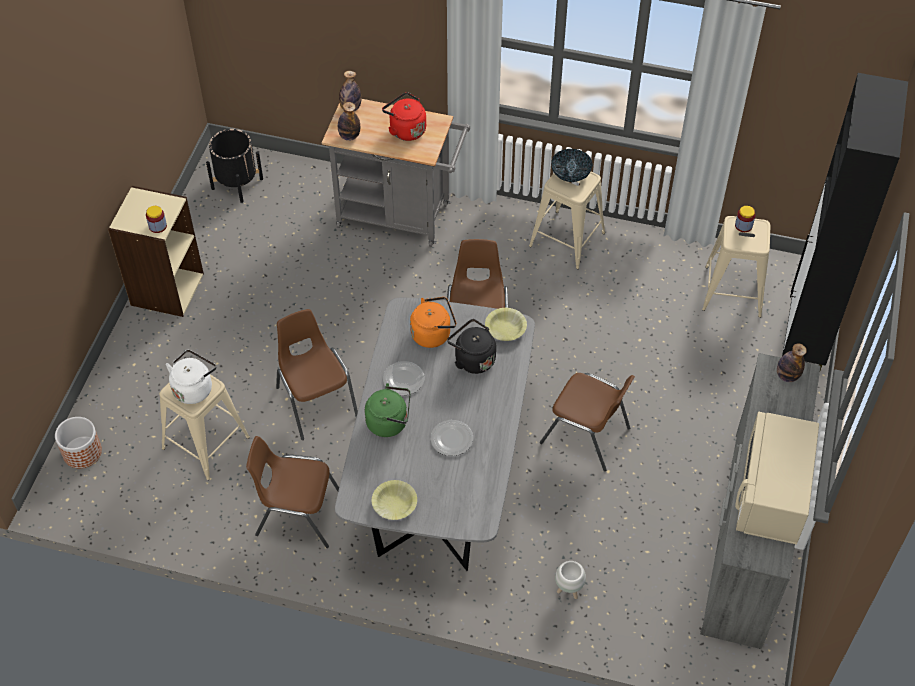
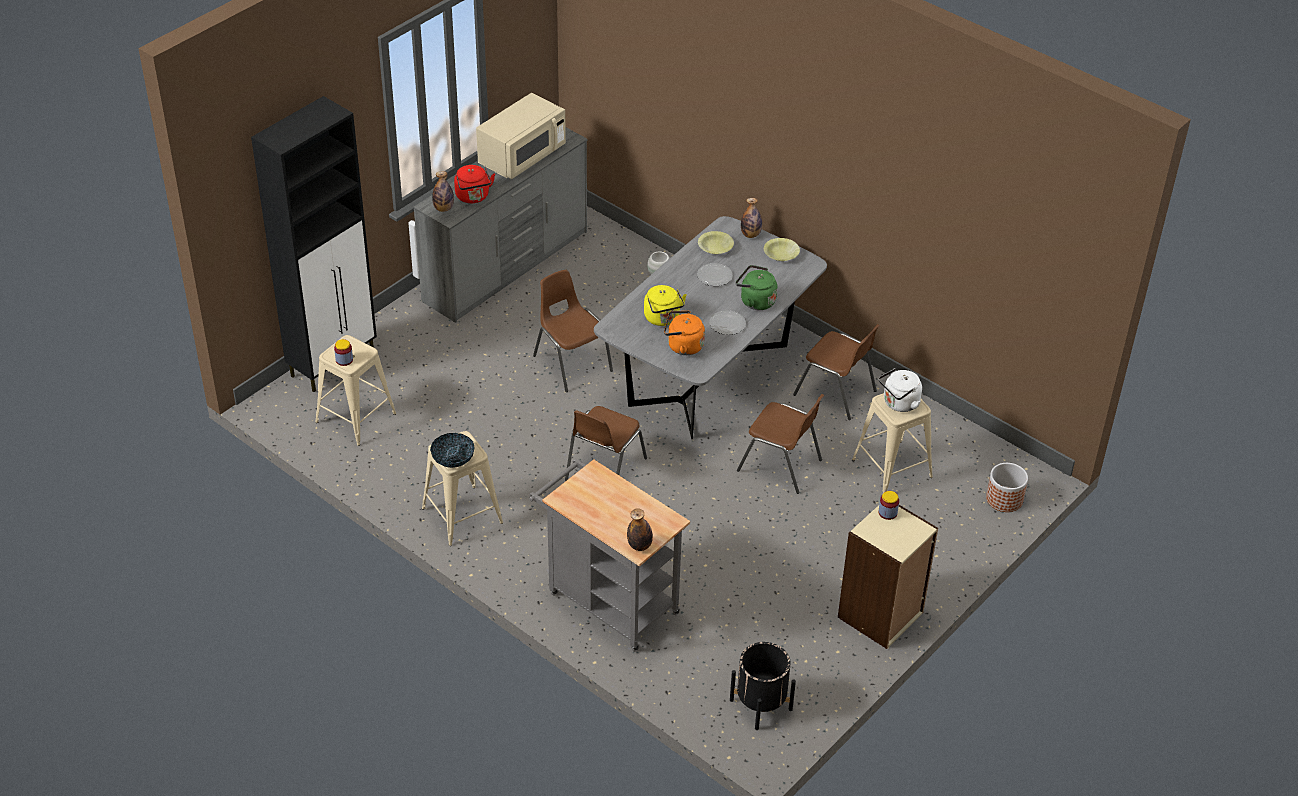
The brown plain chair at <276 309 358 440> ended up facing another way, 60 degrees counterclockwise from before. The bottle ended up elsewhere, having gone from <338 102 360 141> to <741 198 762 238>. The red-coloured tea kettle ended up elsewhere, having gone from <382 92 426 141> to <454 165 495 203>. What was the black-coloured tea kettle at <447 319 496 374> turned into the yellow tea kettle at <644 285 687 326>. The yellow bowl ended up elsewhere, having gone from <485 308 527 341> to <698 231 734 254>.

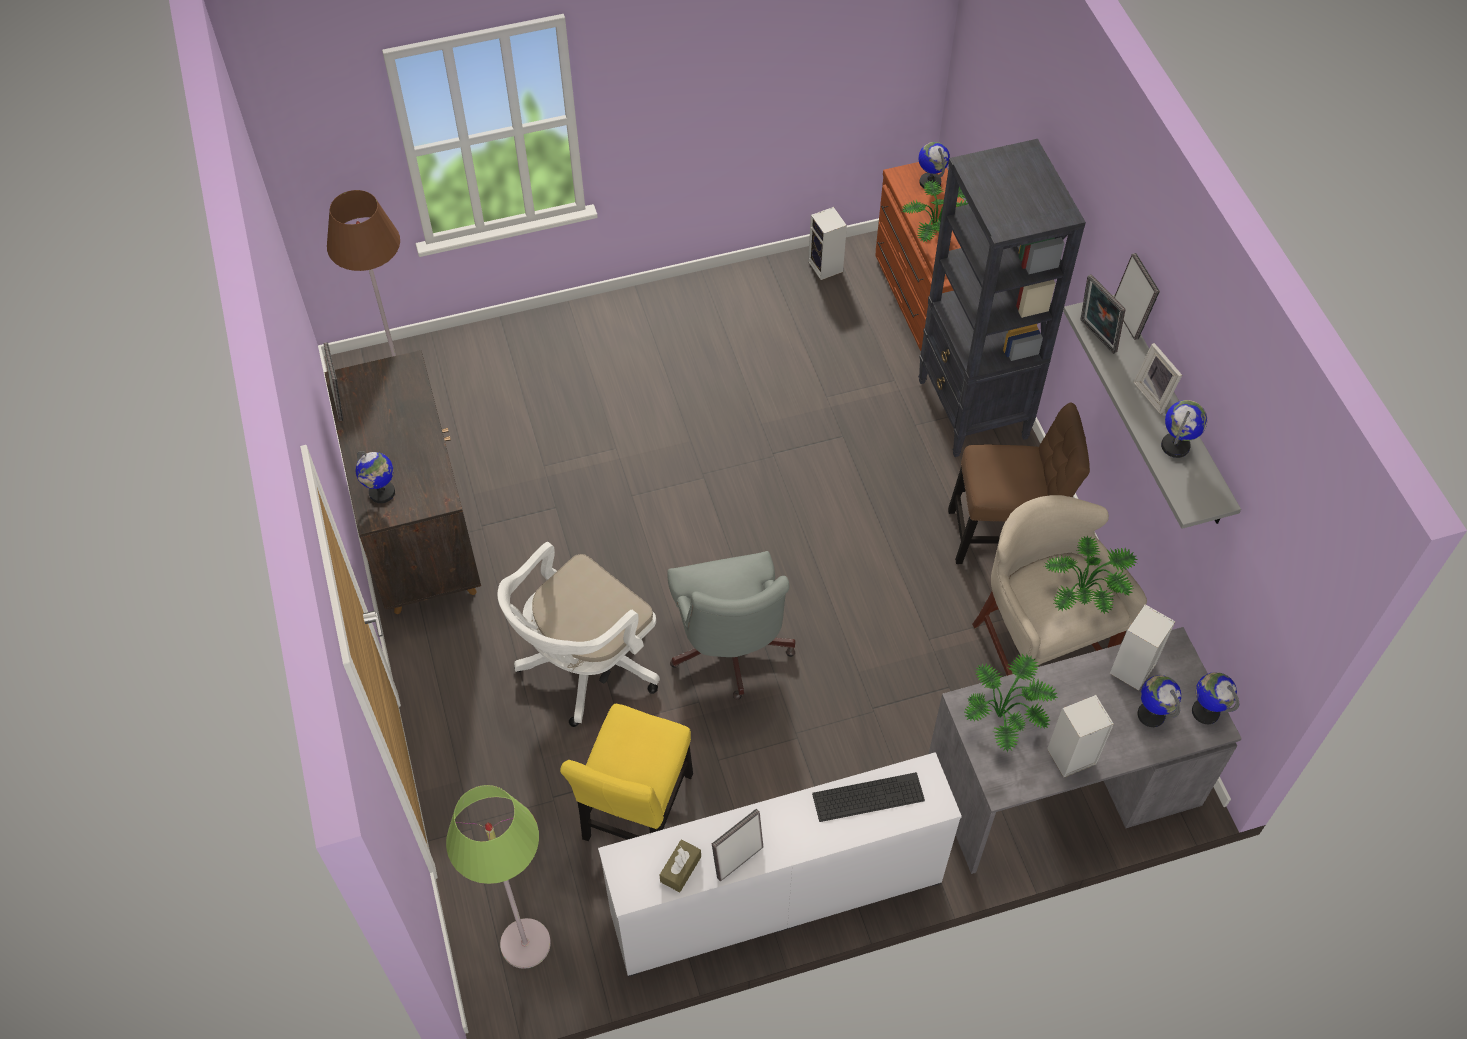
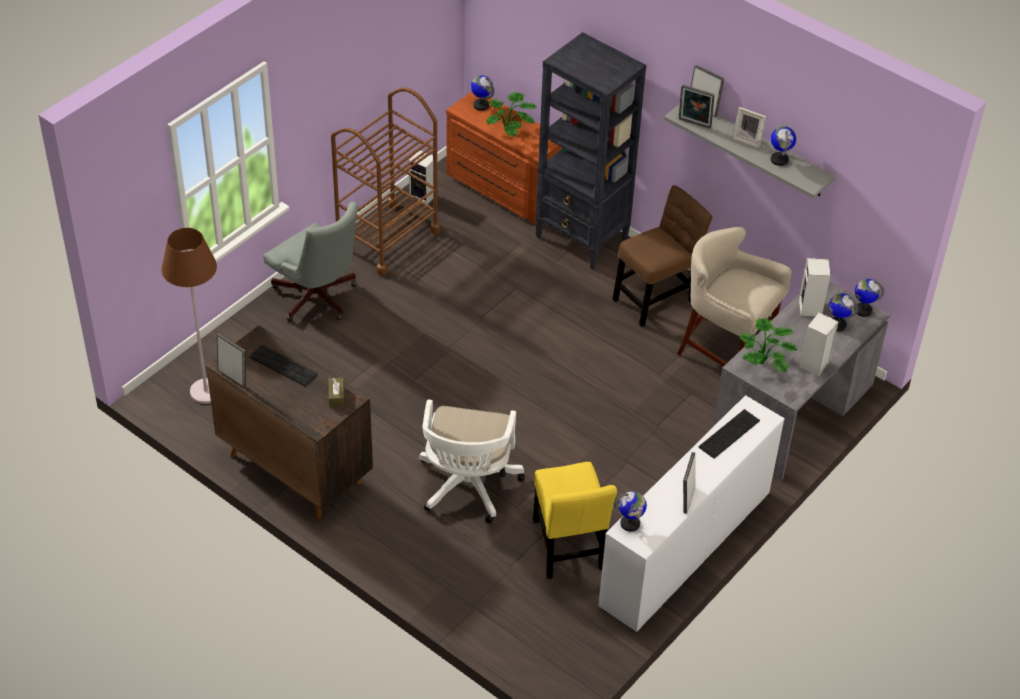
The globe ended up elsewhere, having gone from <356 451 395 503> to <614 491 647 532>. The second view lost the green-coloured standard lamp at <446 785 551 969>. The brown box of tissues ended up elsewhere, having gone from <660 839 701 892> to <329 378 344 407>. The gray desk chair ended up elsewhere, having gone from <667 551 795 700> to <263 201 359 321>. The second view lost the plant in a pot at <1044 535 1137 614>. The second view gained the computer keyboard at <249 345 318 387>. The second view gained the brown wheeled cart at <331 87 441 276>.

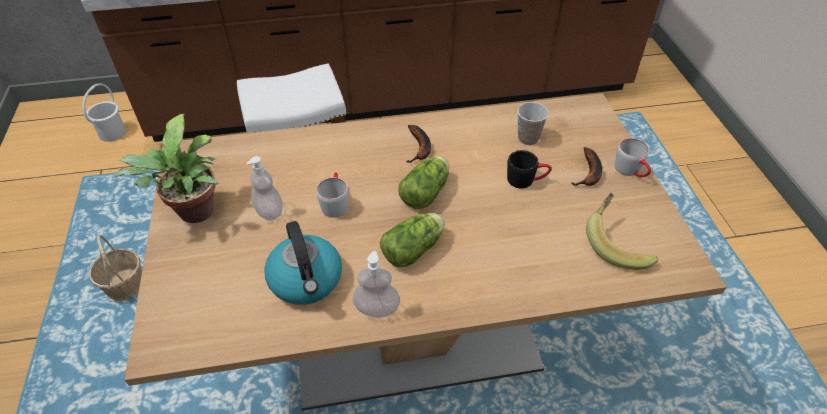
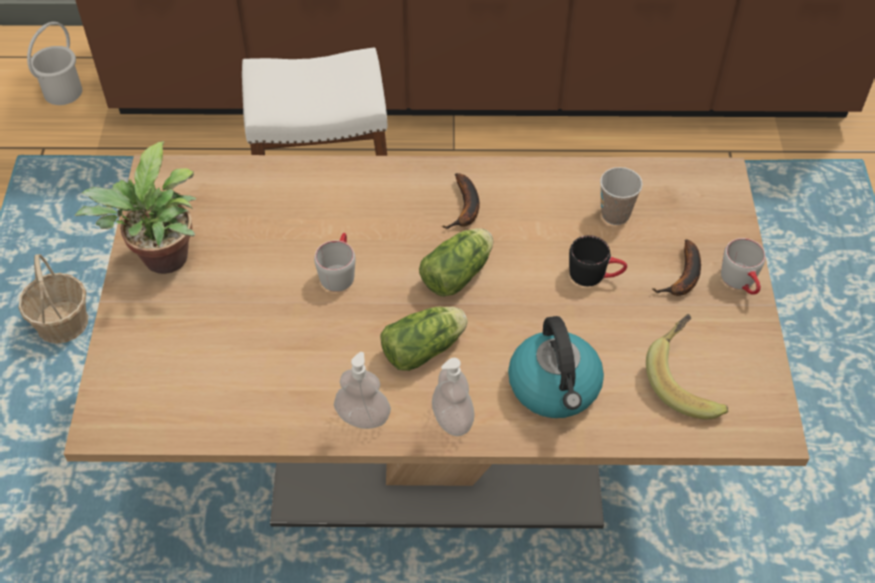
The liquid soap bottle ended up elsewhere, having gone from <247 156 283 220> to <432 358 475 436>. The tea kettle ended up elsewhere, having gone from <264 221 342 305> to <508 316 604 418>.

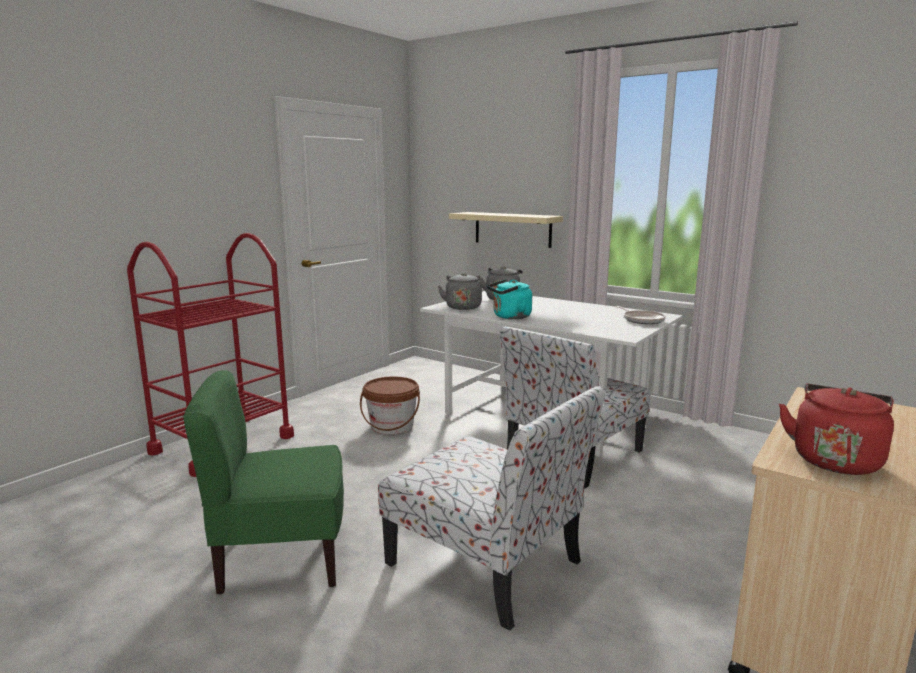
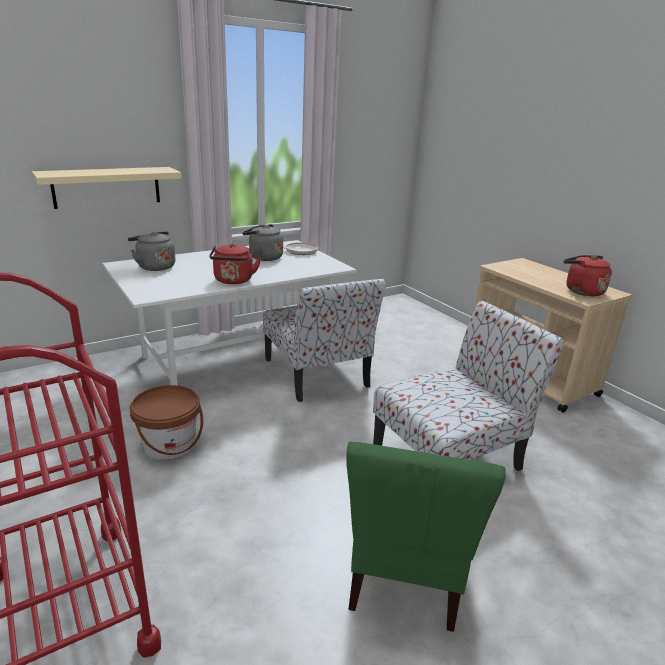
The gray tea kettle ended up elsewhere, having gone from <438 273 482 310> to <242 224 283 261>. What was the blue-green tea kettle at <487 280 532 319> turned into the red-coloured tea kettle at <209 243 261 284>.

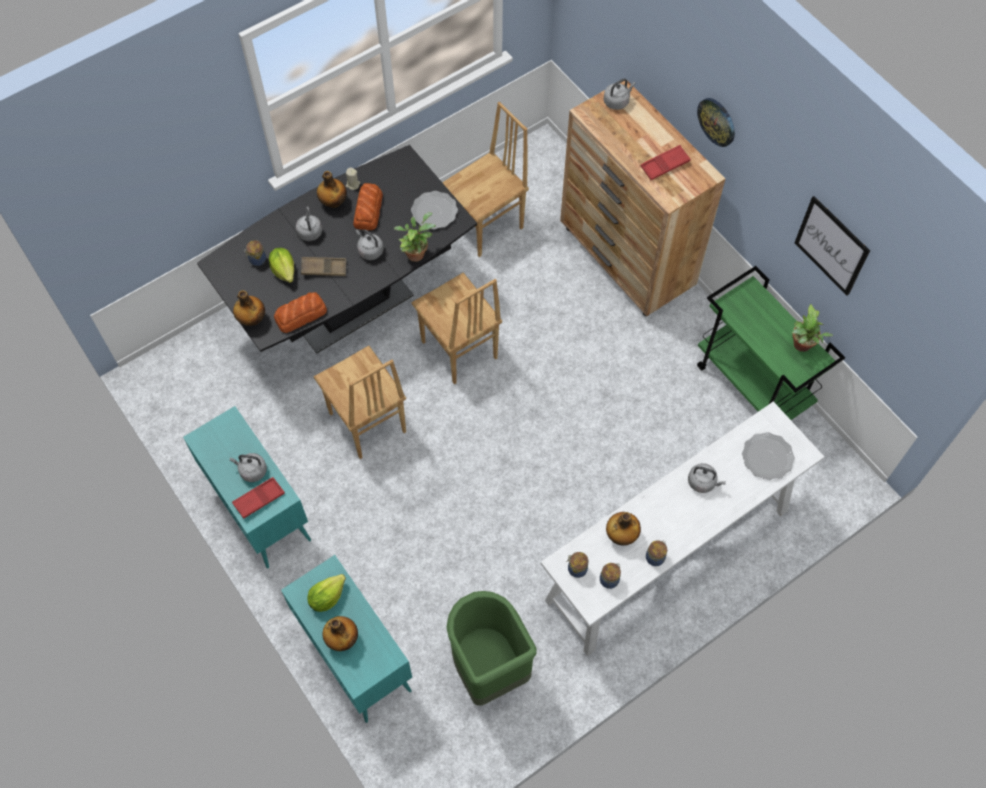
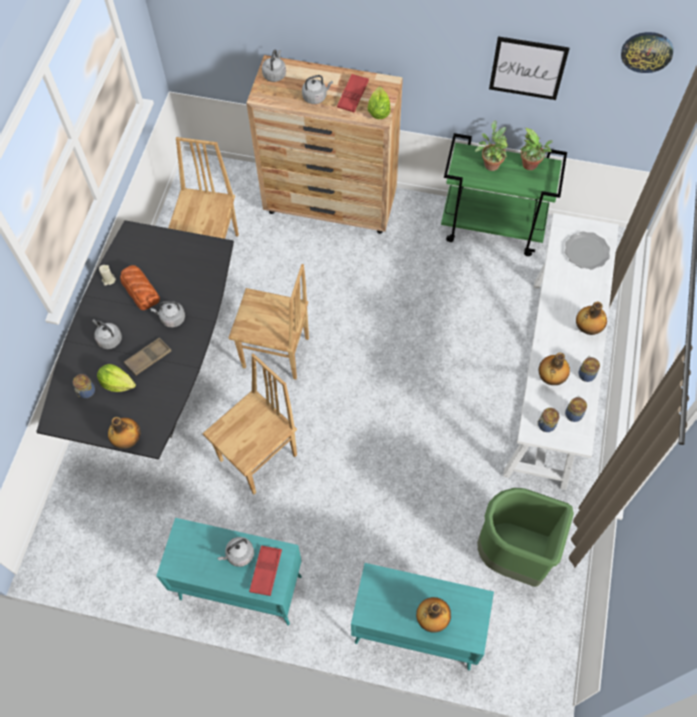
The second view lost the bakery bread at <274 292 327 333>. The lettuce head ended up elsewhere, having gone from <307 574 346 612> to <368 86 391 119>. The brown plain chair at <314 346 406 459> ended up facing another way, 60 degrees counterclockwise from before. The bottle ended up elsewhere, having gone from <317 171 347 208> to <576 302 607 335>. The plant in a pot ended up elsewhere, having gone from <394 212 436 262> to <475 120 508 171>. The second view lost the plate at <411 191 458 229>. The gray tea kettle ended up elsewhere, having gone from <688 463 726 493> to <302 75 333 104>. The wall clock ended up elsewhere, having gone from <697 98 735 147> to <621 32 673 73>.

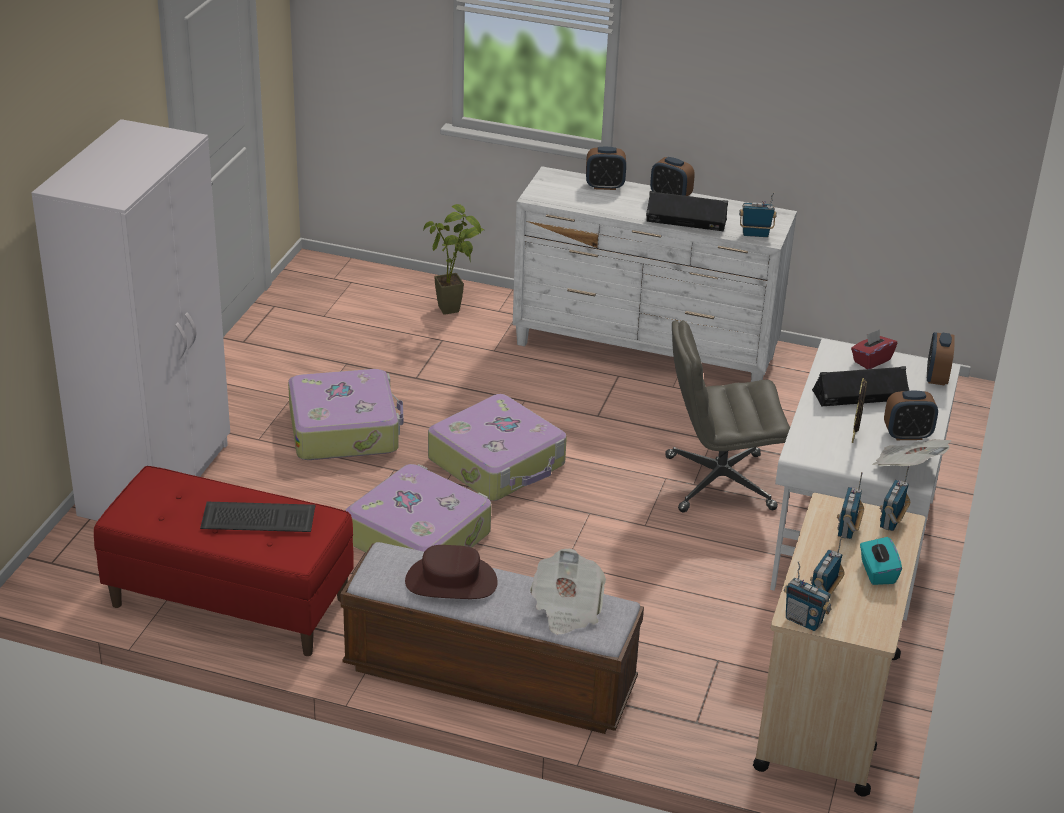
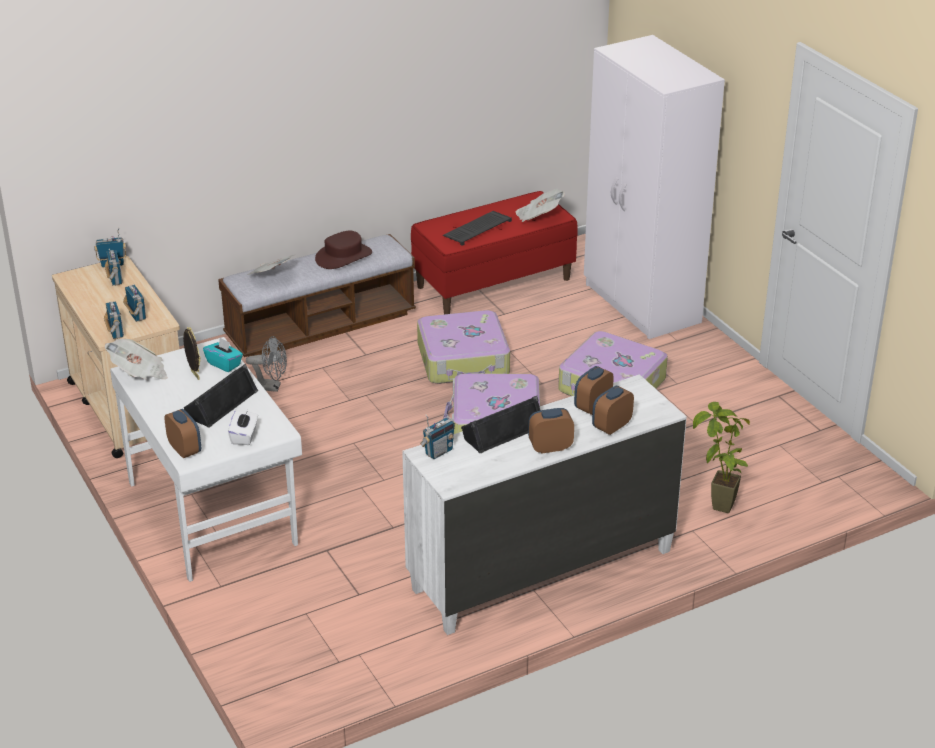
The second view lost the gray desk chair at <665 320 790 512>. What was the red-coloured box of tissues at <851 329 897 369> turned into the whitish box of tissues at <228 408 258 445>. The blue-green box of tissues ended up elsewhere, having gone from <860 537 902 585> to <203 338 243 372>. The bedside clock ended up elsewhere, having gone from <884 391 938 440> to <574 366 614 415>. The second view gained the gray fan at <246 336 287 392>. The second view gained the daily paper at <515 189 565 222>.

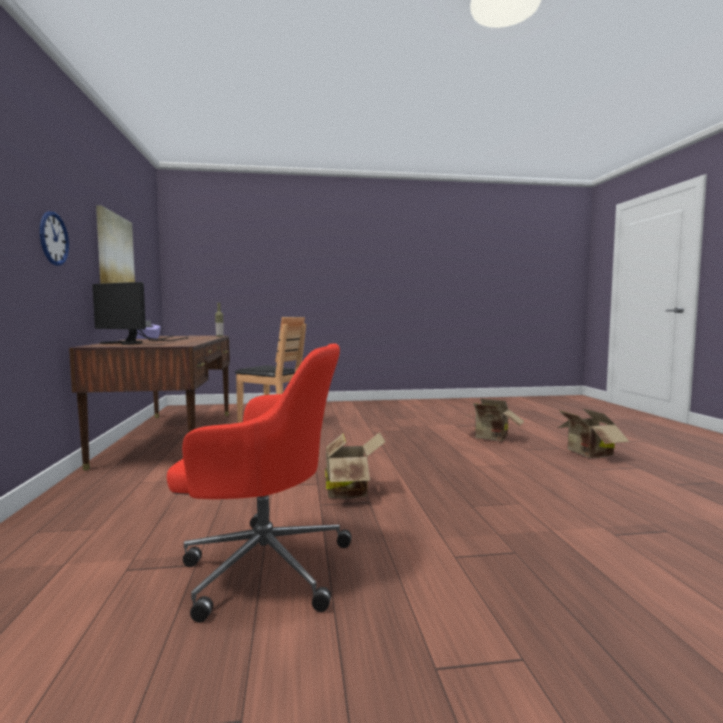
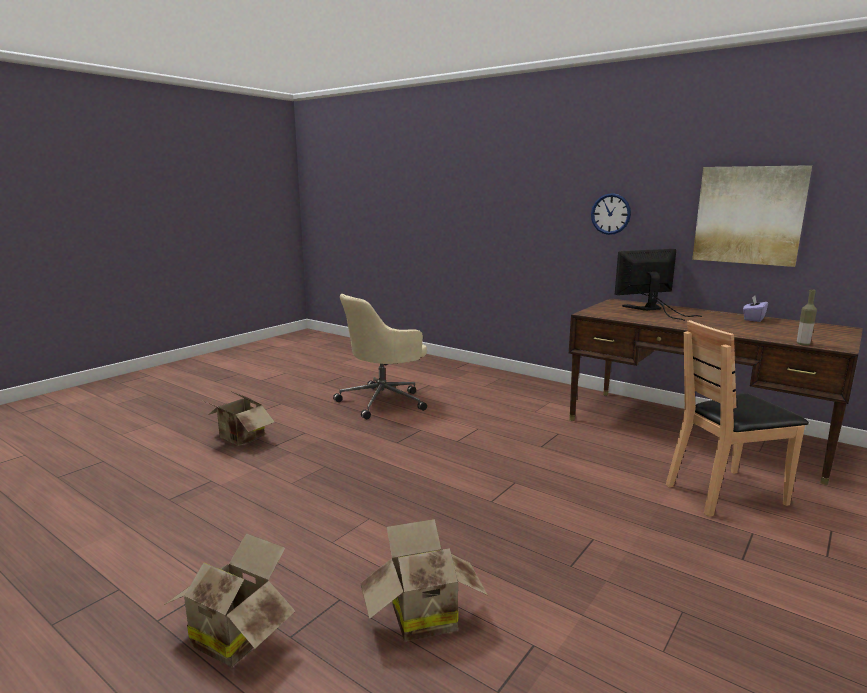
What was the red-coloured desk chair at <167 343 352 623> turned into the beige desk chair at <333 294 427 419>. The packing box ended up elsewhere, having gone from <325 432 386 499> to <206 392 275 446>.

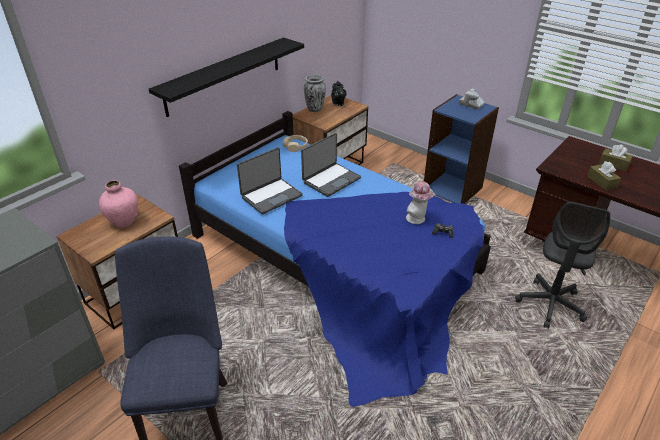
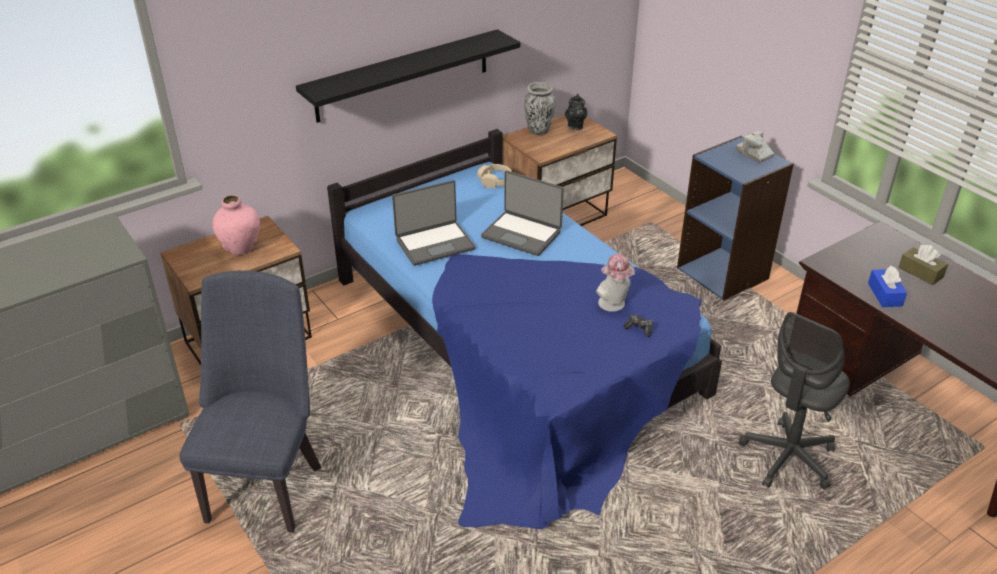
The laptop at <301 133 361 197> ended up facing another way, 60 degrees clockwise from before. What was the brown box of tissues at <587 161 621 190> turned into the blue-coloured box of tissues at <868 265 907 307>.

